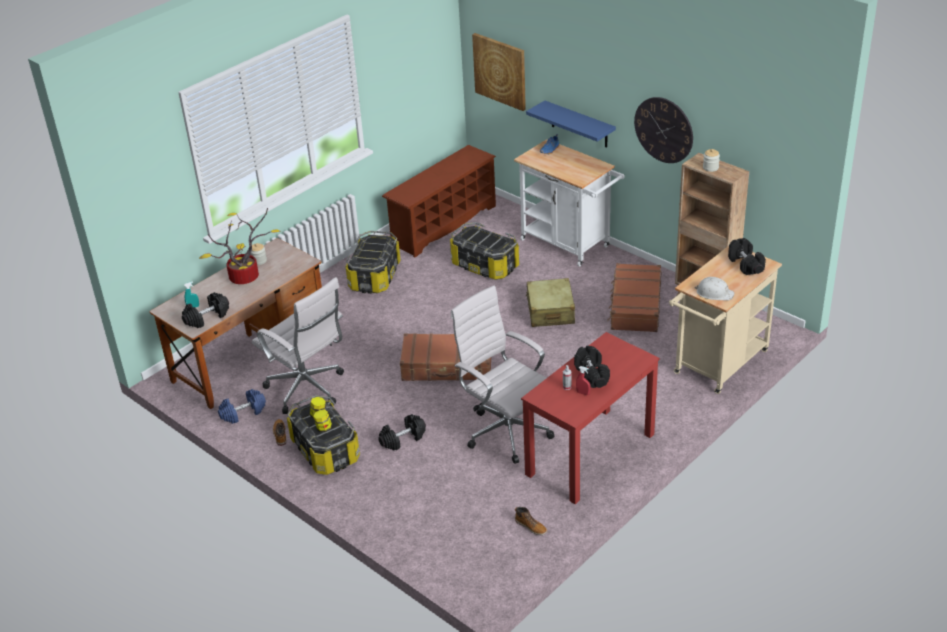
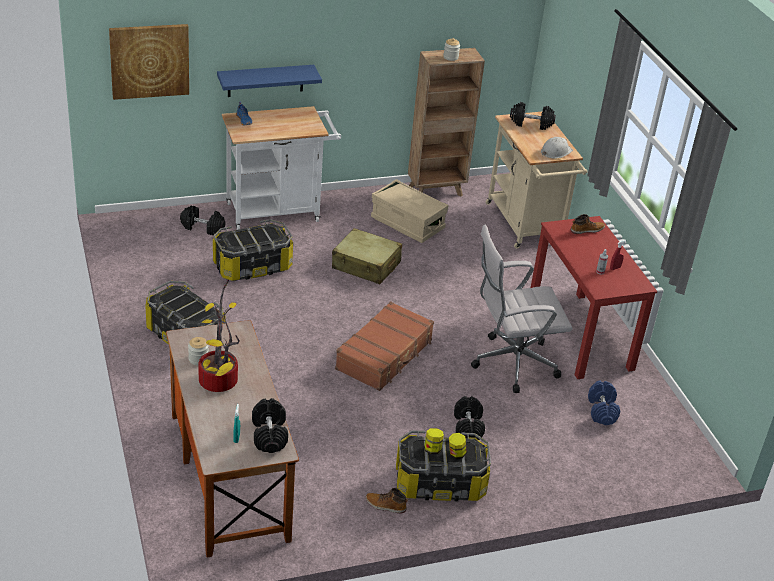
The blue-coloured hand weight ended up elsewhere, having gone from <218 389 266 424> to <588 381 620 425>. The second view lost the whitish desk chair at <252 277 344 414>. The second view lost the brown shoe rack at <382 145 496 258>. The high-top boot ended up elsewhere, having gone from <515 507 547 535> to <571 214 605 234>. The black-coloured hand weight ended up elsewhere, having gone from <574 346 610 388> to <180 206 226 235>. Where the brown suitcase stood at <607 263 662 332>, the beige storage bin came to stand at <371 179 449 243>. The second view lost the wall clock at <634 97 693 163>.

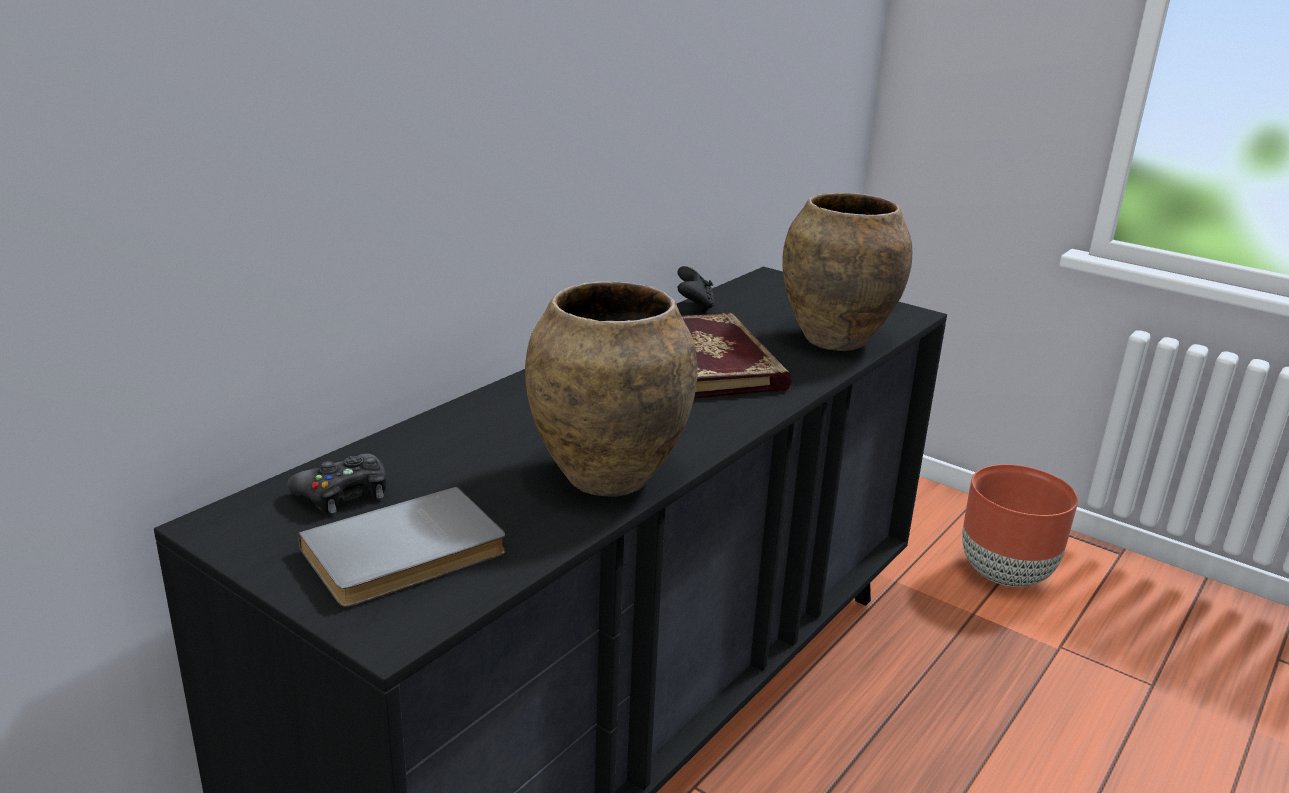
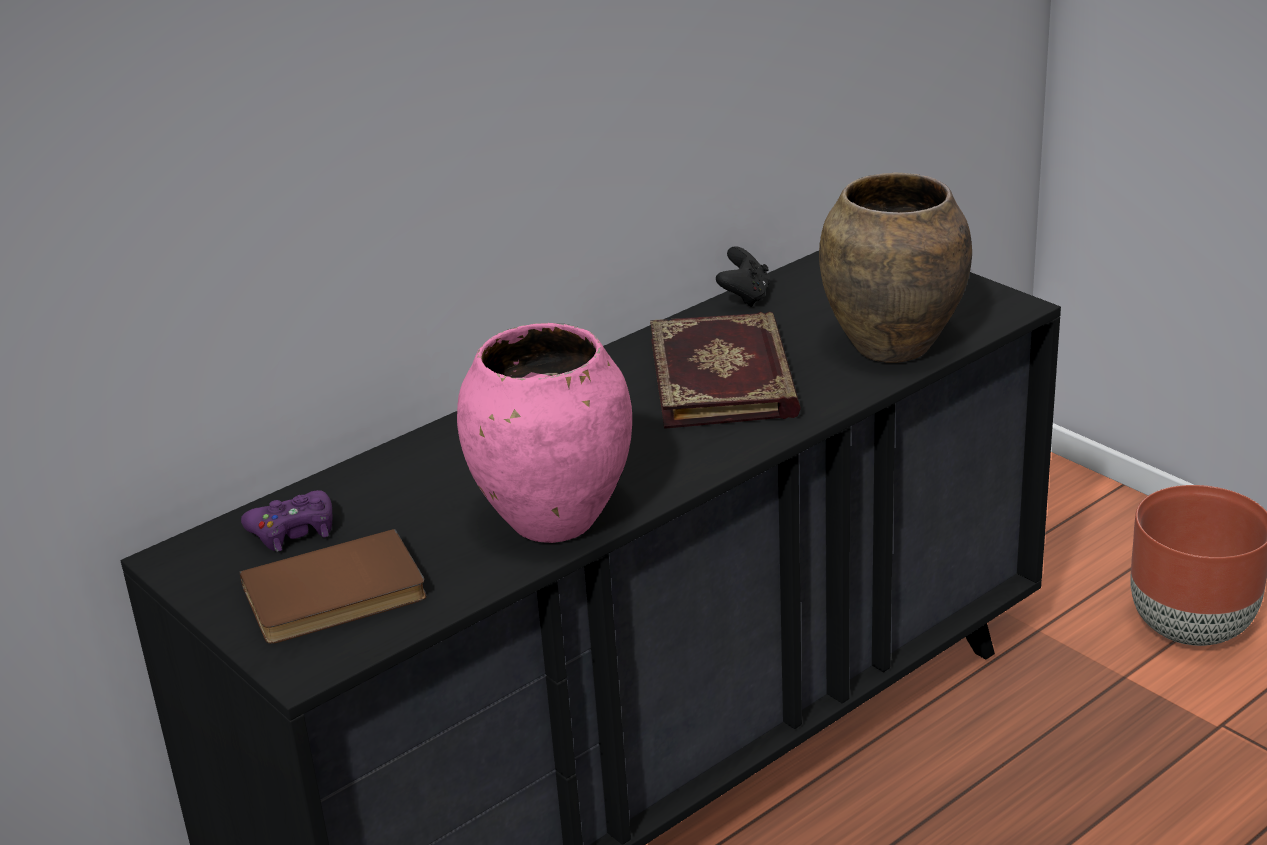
What was the black-coloured game controller at <287 453 386 514> turned into the purple-coloured game controller at <241 490 332 552>. What was the gray volume at <298 487 506 607> turned into the brown volume at <239 529 427 644>. What was the brown flower vase at <525 281 698 497> turned into the pinkish flower vase at <457 323 632 543>.

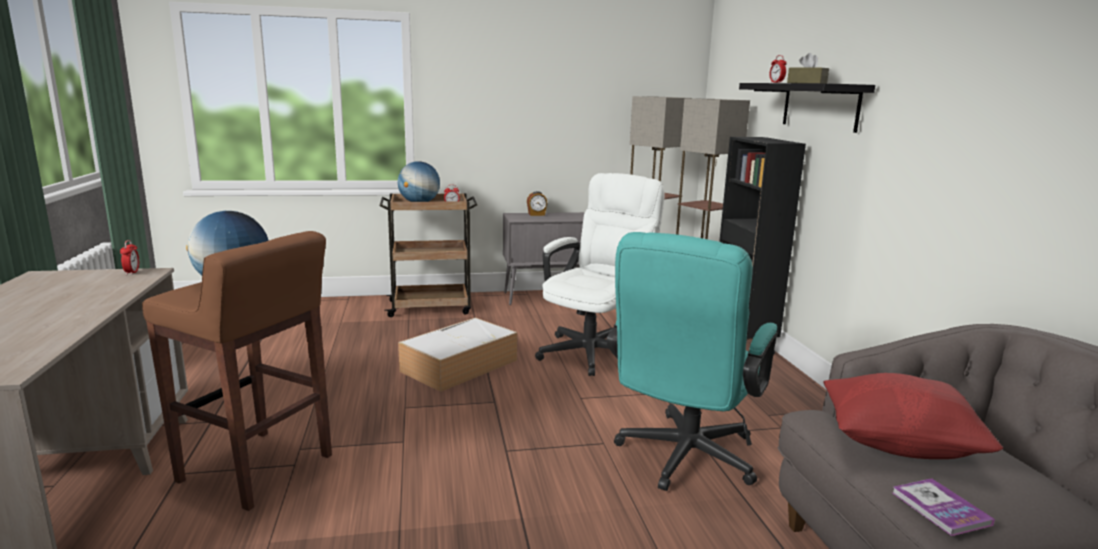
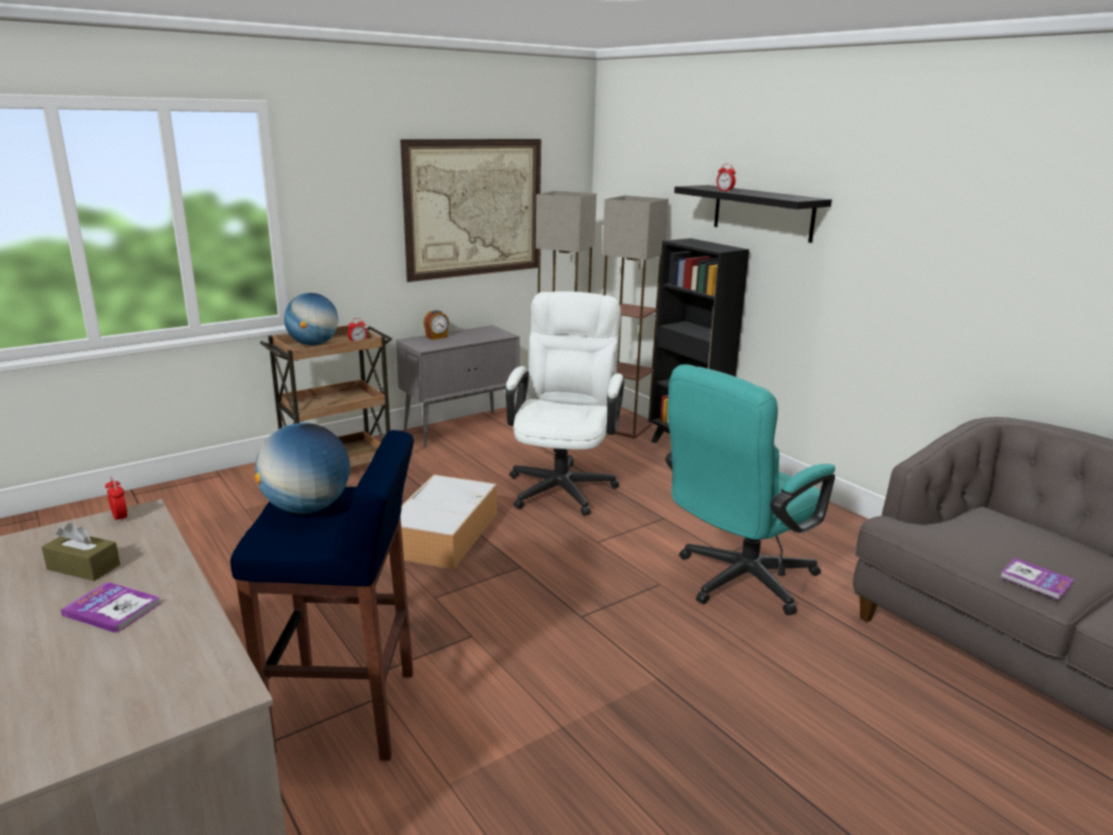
What was the brown stool seat at <142 231 332 511> turned into the blue-coloured stool seat at <230 430 414 761>. The blue-green desk chair at <607 232 777 491> ended up facing another way, 45 degrees clockwise from before. The brown box of tissues ended up elsewhere, having gone from <787 53 829 83> to <42 522 120 581>. The second view lost the red-coloured throw pillow at <823 373 1003 459>. The second view gained the volume at <61 582 162 633>. The second view gained the wall picture at <400 139 541 282>.

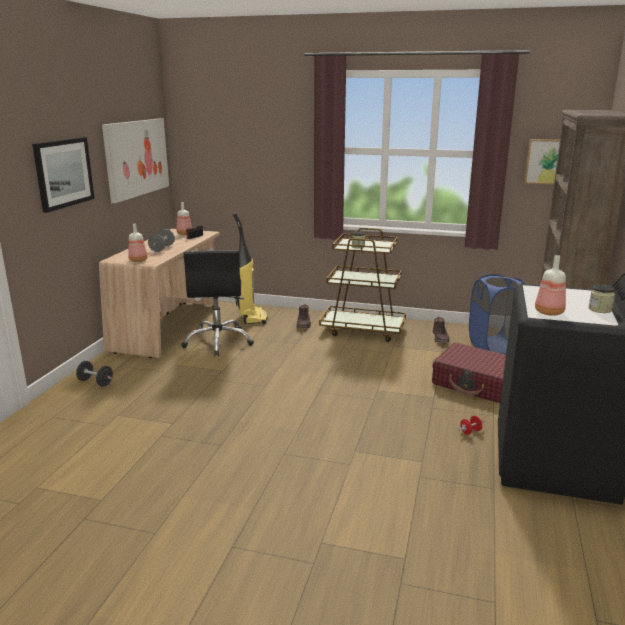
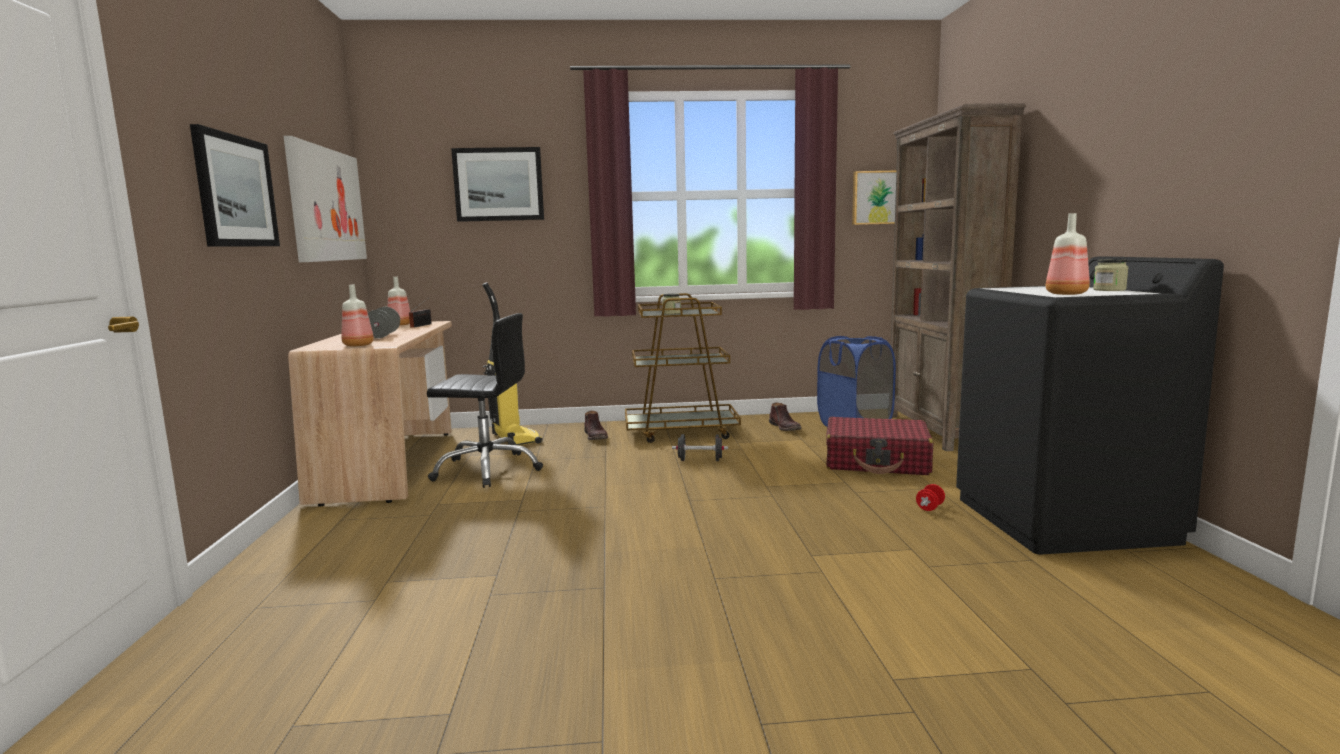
The black-coloured hand weight ended up elsewhere, having gone from <76 361 113 387> to <672 434 728 461>. The black-coloured desk chair at <181 250 254 356> ended up facing another way, 60 degrees counterclockwise from before. The second view gained the wall picture at <451 147 544 222>.

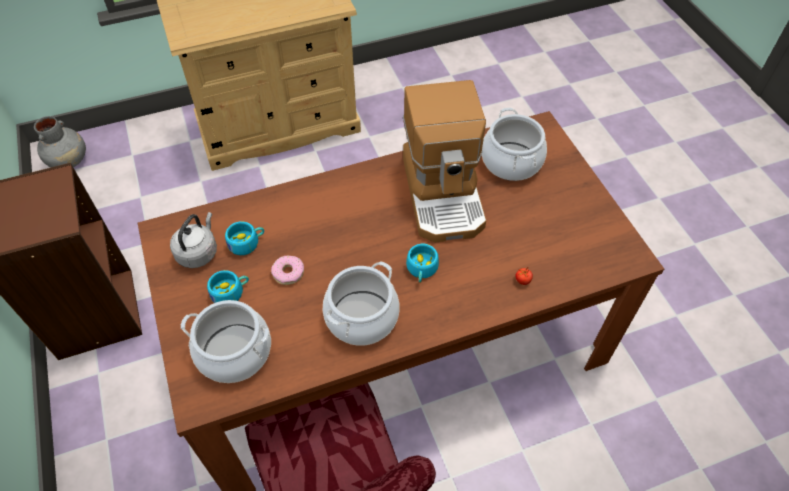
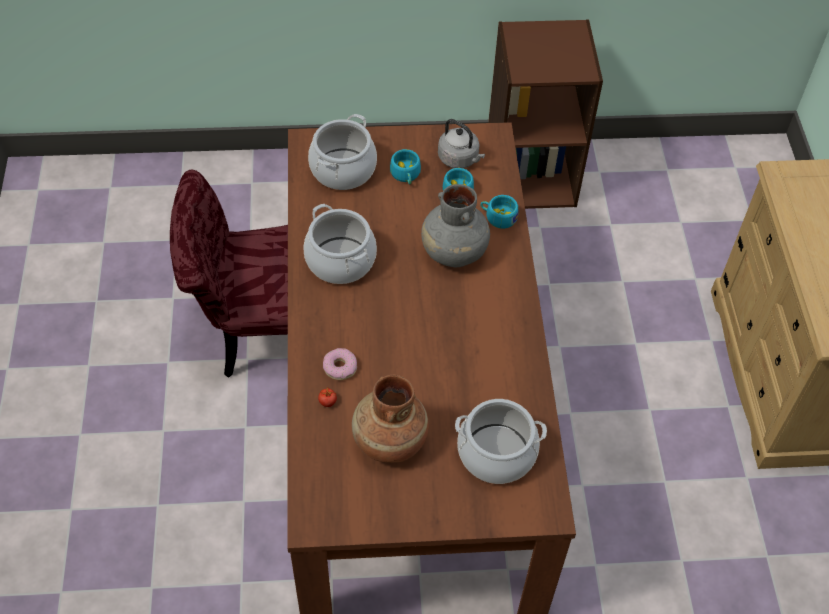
The gray flower vase ended up elsewhere, having gone from <34 116 86 167> to <421 184 490 267>. The ring doughnut ended up elsewhere, having gone from <271 256 304 285> to <323 348 357 380>. The second view lost the coffee maker at <403 80 486 243>. The blue-green drinking cup ended up elsewhere, having gone from <406 244 439 283> to <481 195 518 229>. The second view gained the brown flower vase at <352 375 429 463>.

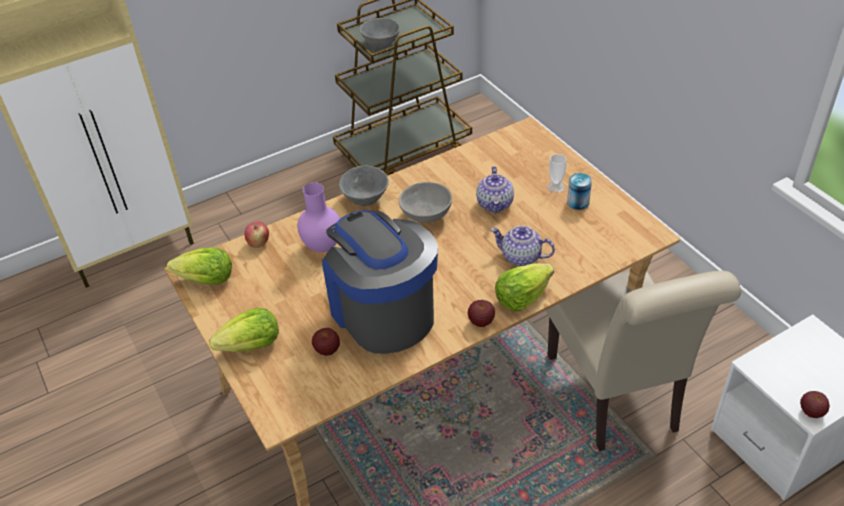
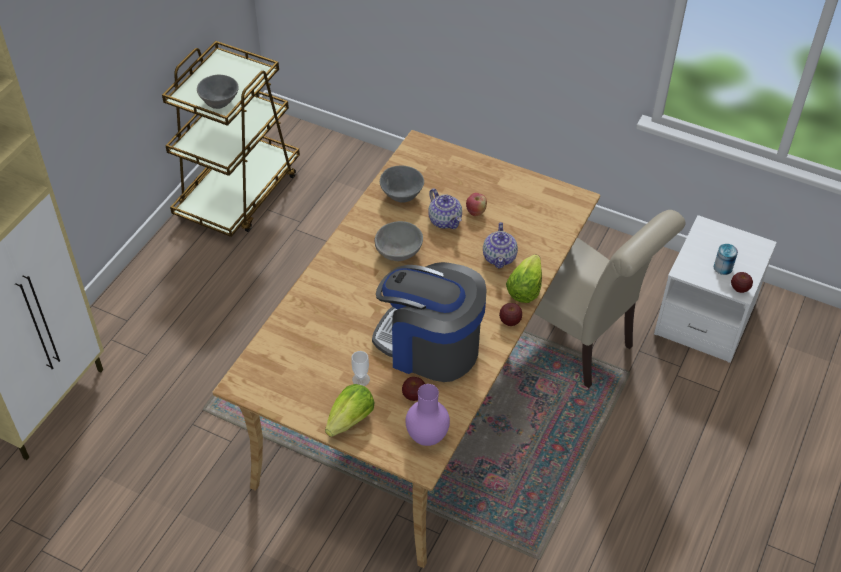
The second view lost the lettuce head at <167 247 232 285>. The apple ended up elsewhere, having gone from <245 221 269 248> to <466 193 487 217>. The purple-coloured flower vase ended up elsewhere, having gone from <297 182 340 252> to <405 384 450 446>. The gray bowl ended up elsewhere, having gone from <339 165 389 206> to <380 166 424 203>. The teapot at <490 225 555 266> ended up facing another way, 75 degrees counterclockwise from before. The drinking cup ended up elsewhere, having gone from <547 154 566 192> to <352 351 370 386>. The sealed can ended up elsewhere, having gone from <567 173 592 210> to <714 244 738 275>.

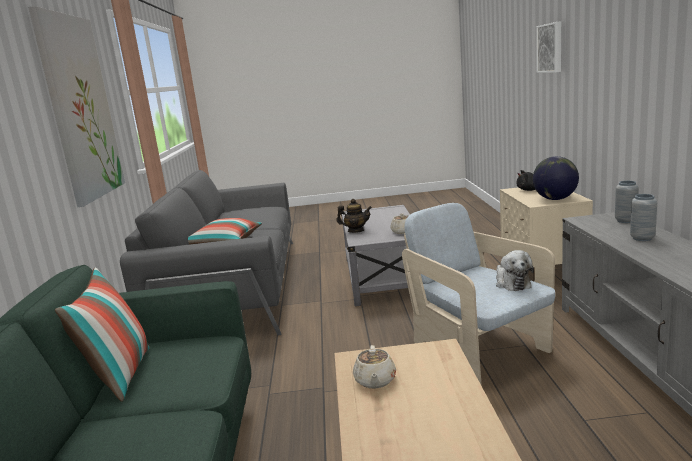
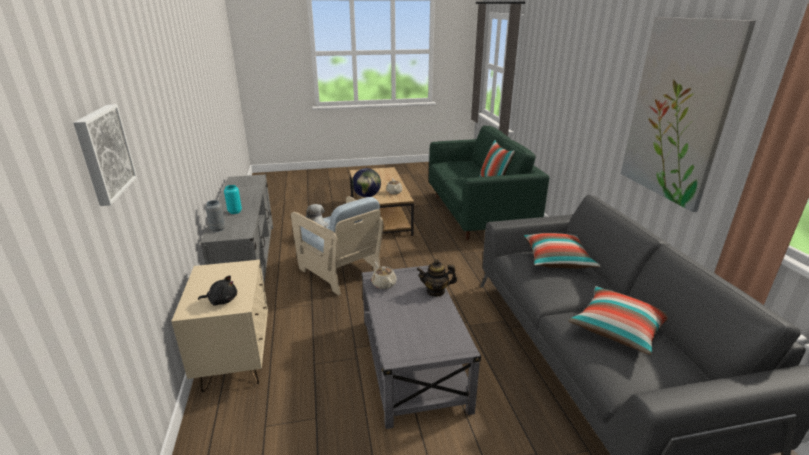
The globe ended up elsewhere, having gone from <533 156 579 200> to <352 168 381 197>. What was the gray flower vase at <630 194 657 241> turned into the blue-green flower vase at <224 185 242 214>. The second view gained the throw pillow at <568 286 668 355>.

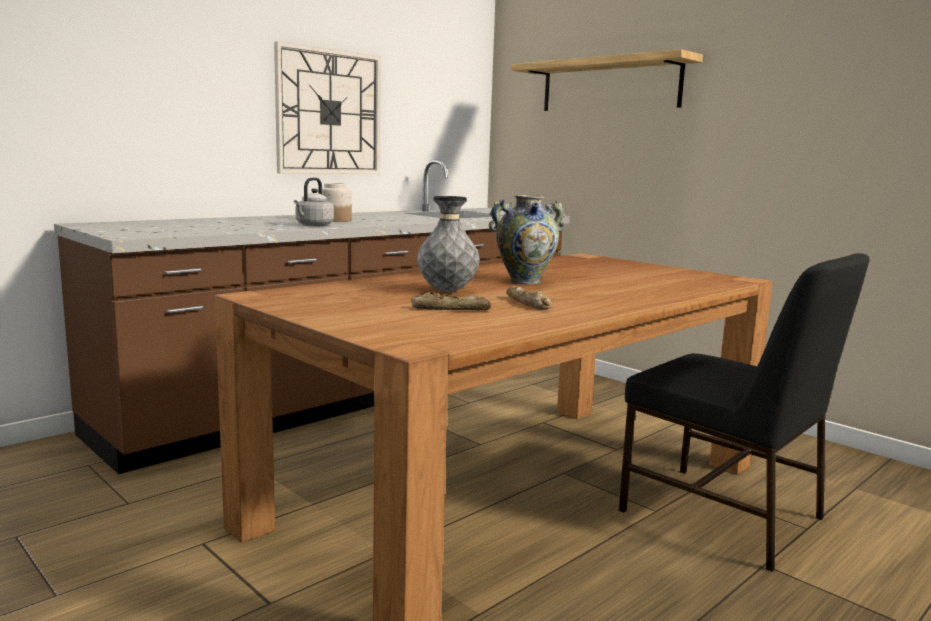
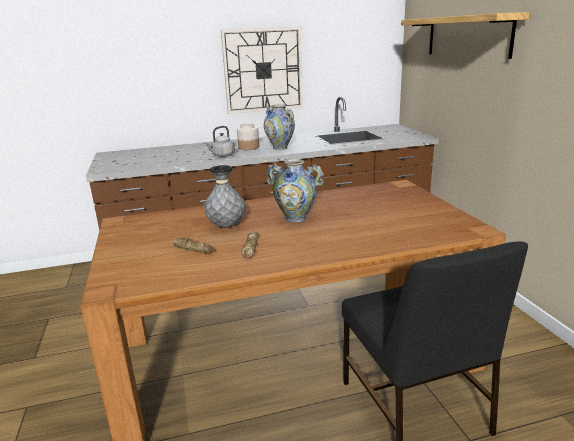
The second view gained the flower vase at <264 104 295 150>.

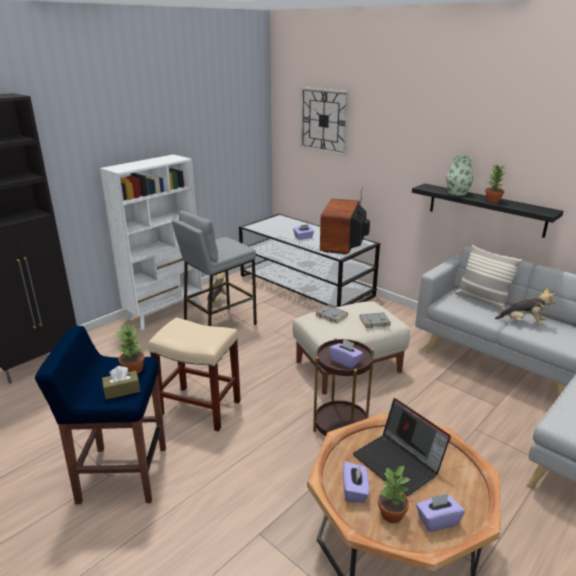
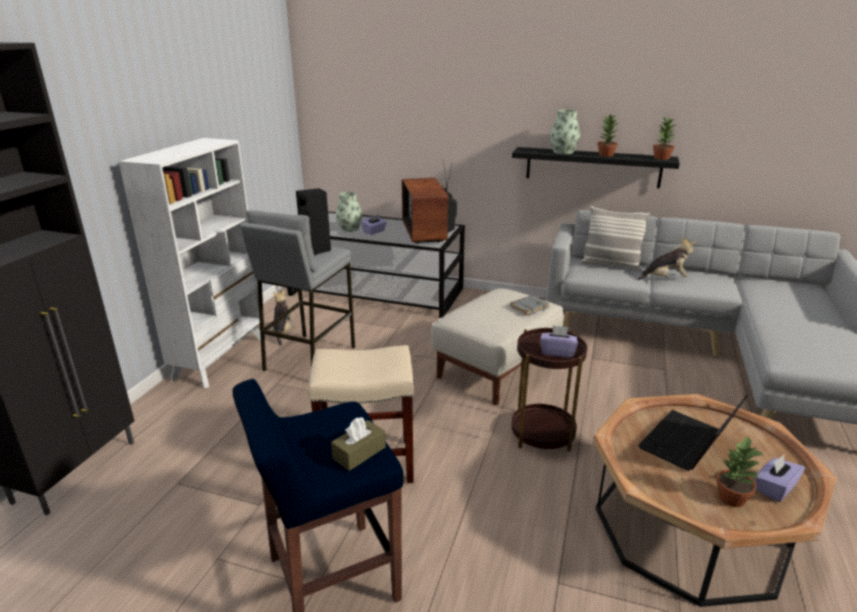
The plant in a pot ended up elsewhere, having gone from <117 323 145 374> to <653 117 677 160>. The second view lost the wall clock at <300 87 350 156>. The second view lost the gray volume at <316 305 348 323>. The second view lost the purple-coloured box of tissues at <343 462 369 503>. The laptop at <353 398 451 497> ended up facing another way, 105 degrees clockwise from before. The second view gained the black-coloured audio speaker at <296 188 331 255>. The second view gained the flower vase at <336 192 362 232>.

